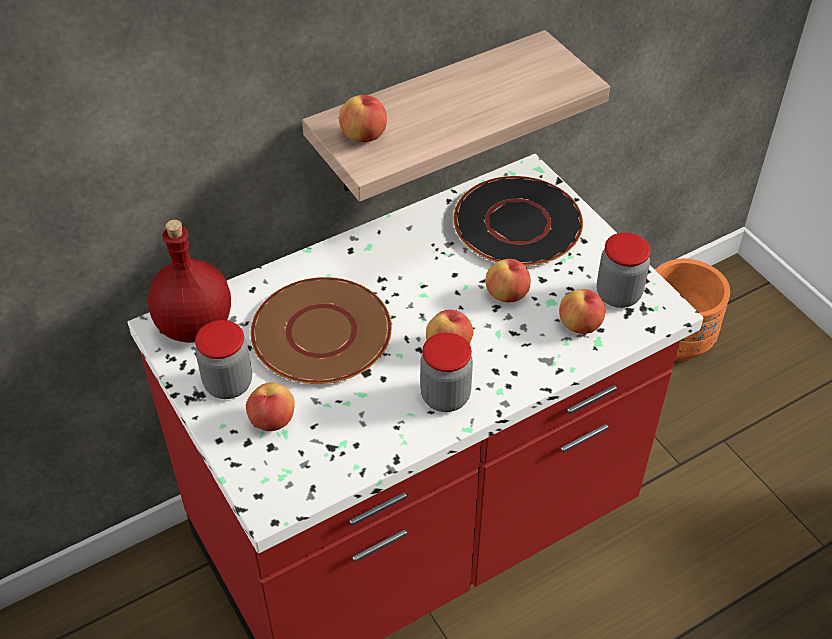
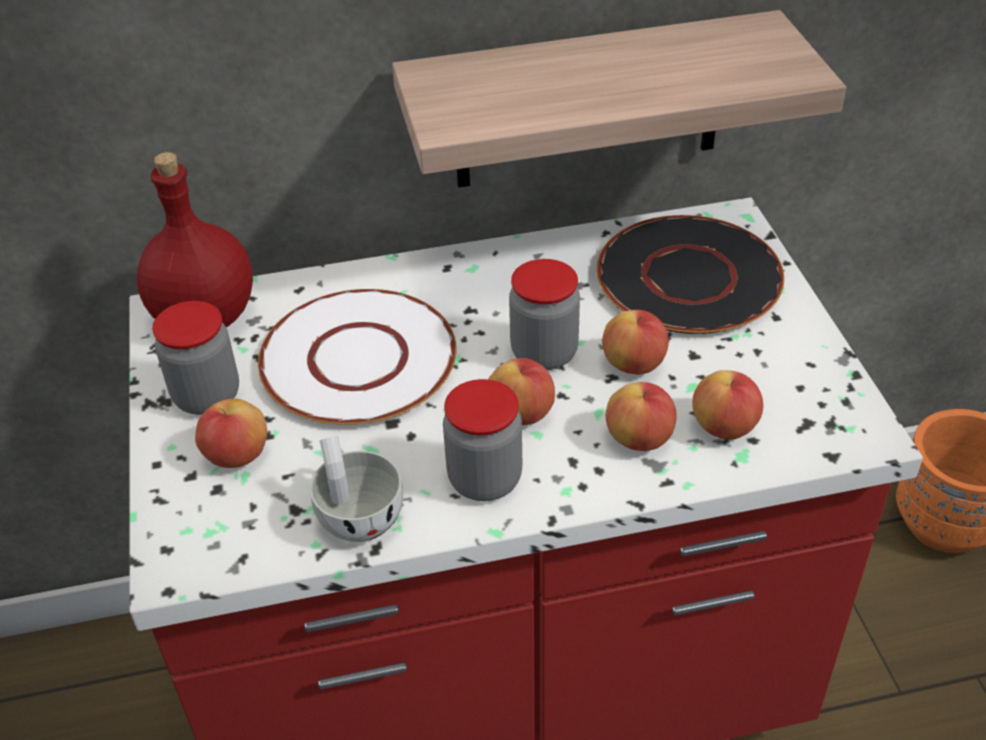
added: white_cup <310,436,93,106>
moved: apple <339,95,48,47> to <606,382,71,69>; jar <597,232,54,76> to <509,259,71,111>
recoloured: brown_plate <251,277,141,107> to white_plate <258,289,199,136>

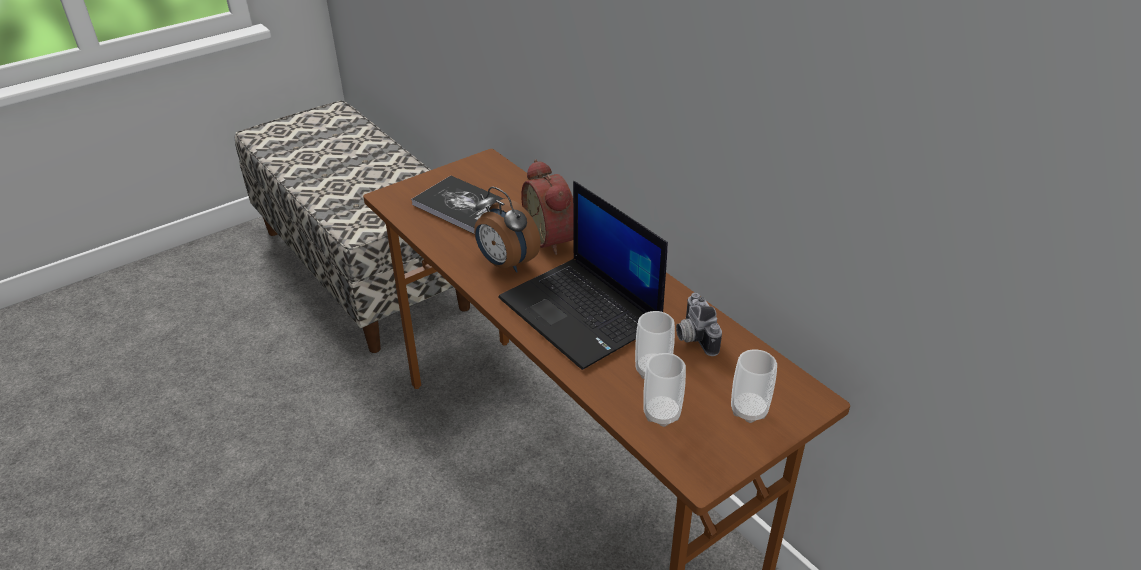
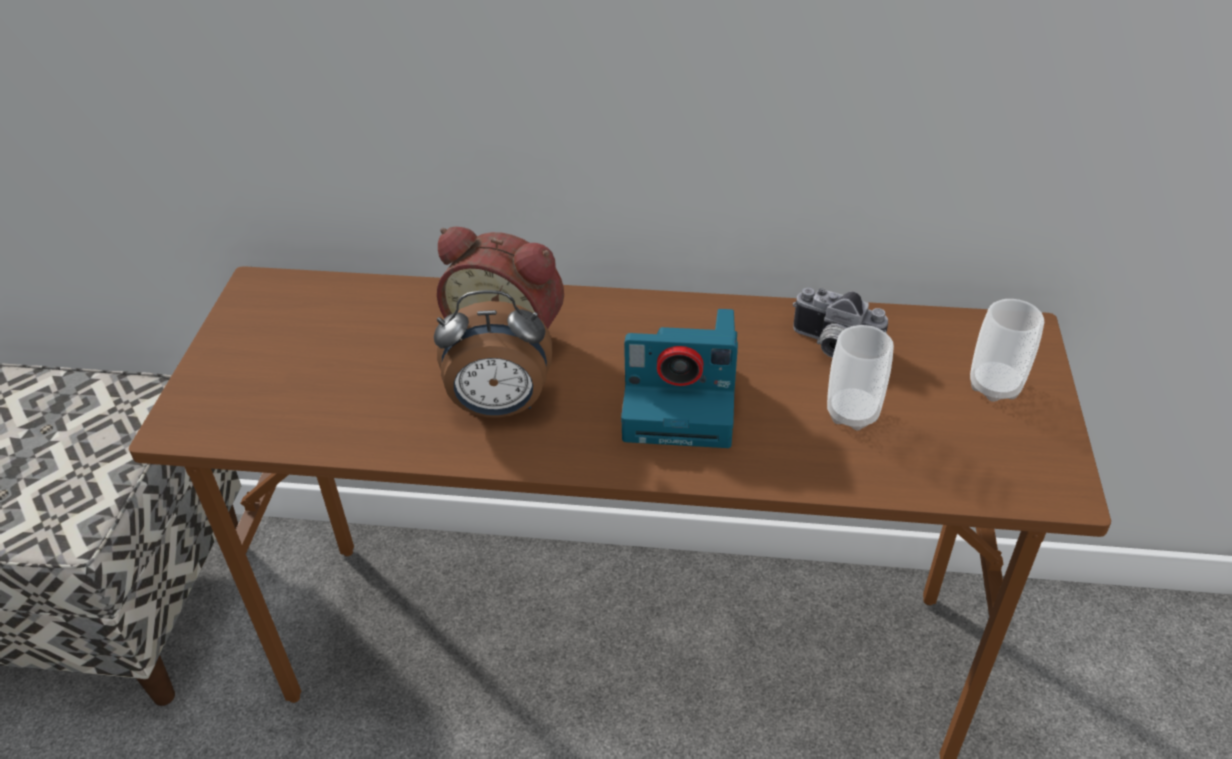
removed: book <411,176,93,58>; cup <643,353,43,74>
replaced: laptop <499,181,169,189> to photo_camera <621,309,117,139>

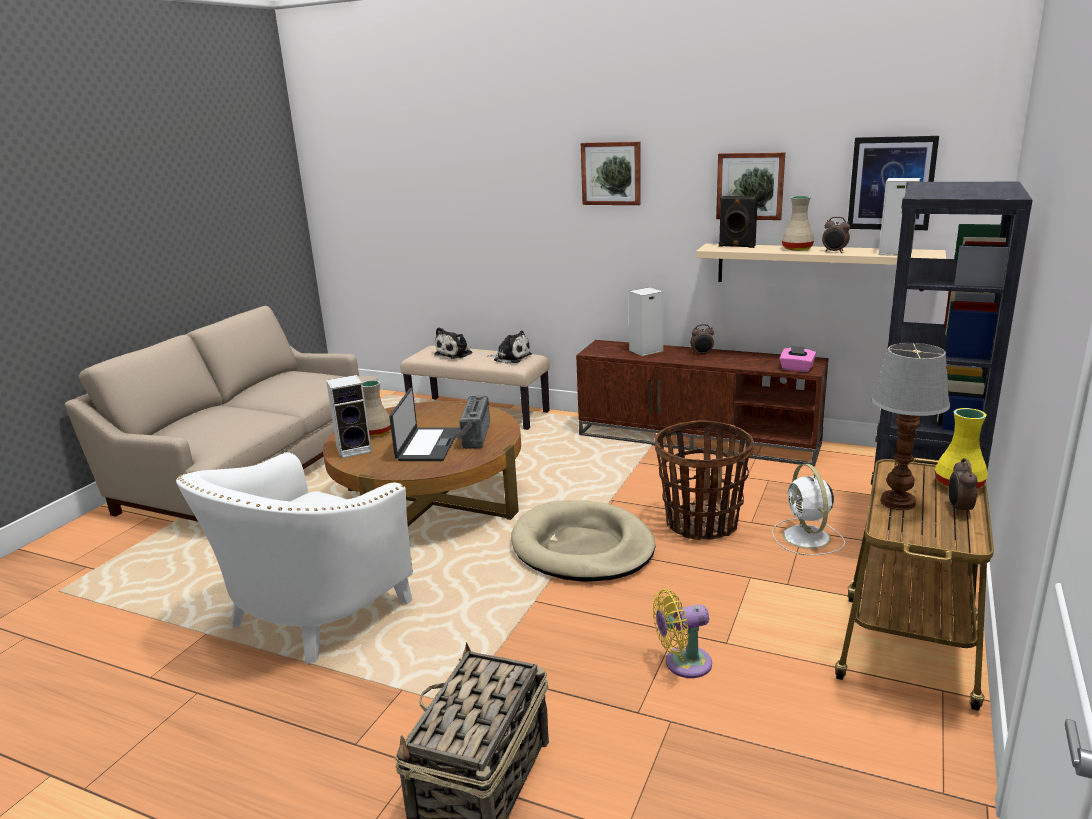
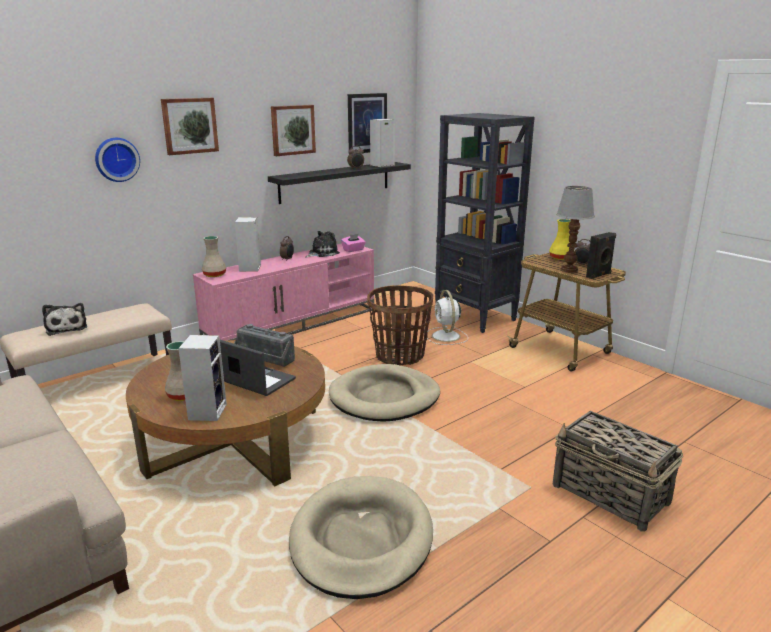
removed: yellow_fan <653,589,59,89>
added: wall_clock <95,138,45,44>
moved: black_speaker <719,196,39,52> to <586,232,30,47>; beige_vase <782,196,32,55> to <202,236,24,41>; plush_toy <487,331,45,33> to <305,231,35,27>
replaced: white_armchair <176,452,237,211> to beige_dog_bed <289,476,144,123>
recoloured: beige_shelf <696,244,250,47> to black_shelf <268,162,143,42>; brown_tv_stand <576,340,253,126> to pink_tv_stand <193,243,181,98>
turned: white_fan <772,464,73,91> = <427,290,41,55> 60 degrees clockwise

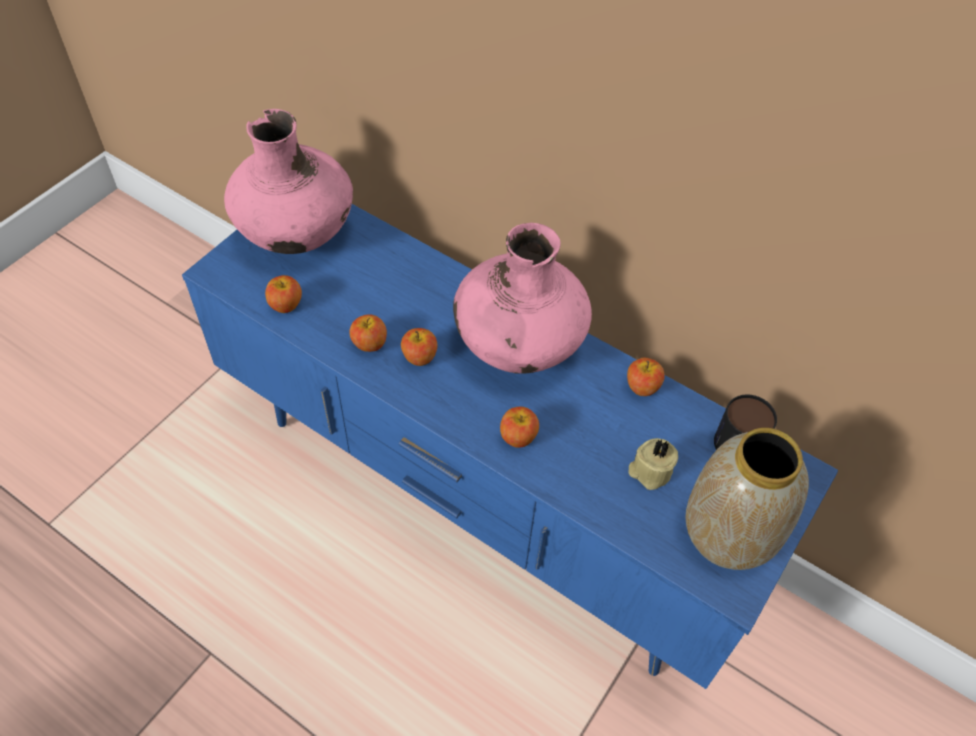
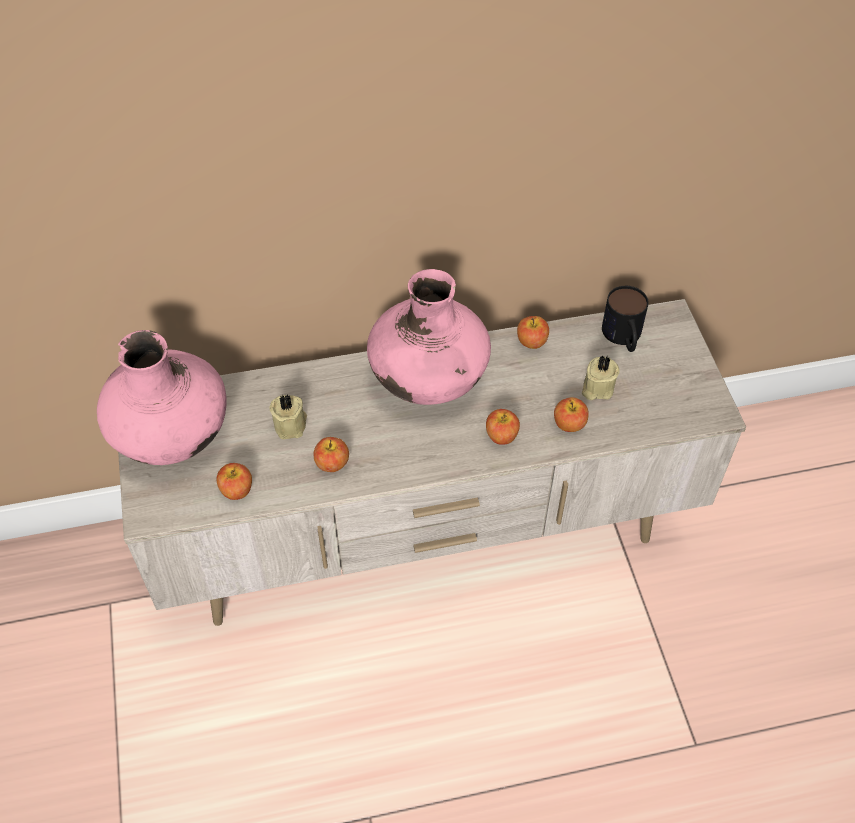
removed: vase <686,428,123,142>
added: beige_candle <269,394,38,46>
moved: apple <401,328,36,38> to <554,397,35,35>
recoloured: blue_tv_stand <182,204,656,485> to beige_tv_stand <118,299,628,327>

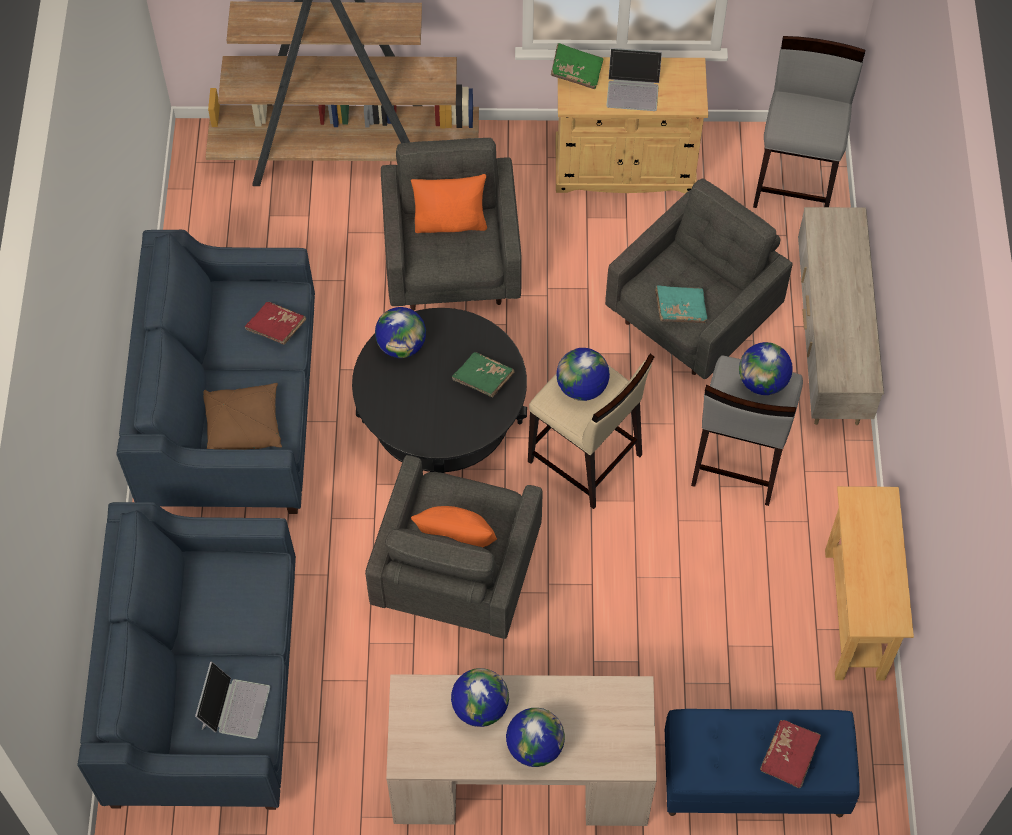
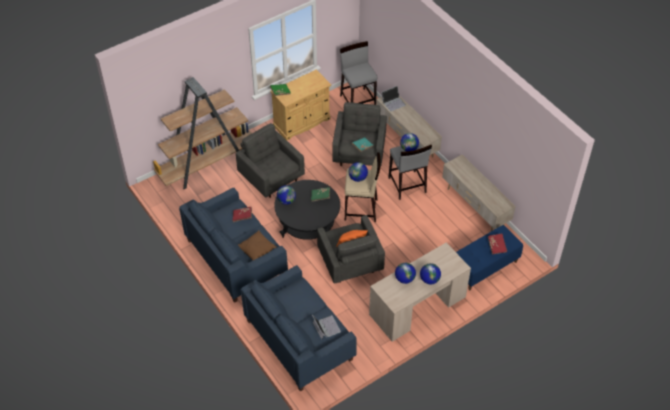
removed: orange_pillow <411,174,76,59>
moved: laptop <606,48,56,63> to <381,86,25,26>
replaced: beige_console_table <825,486,89,195> to beige_tv_stand <442,155,74,76>

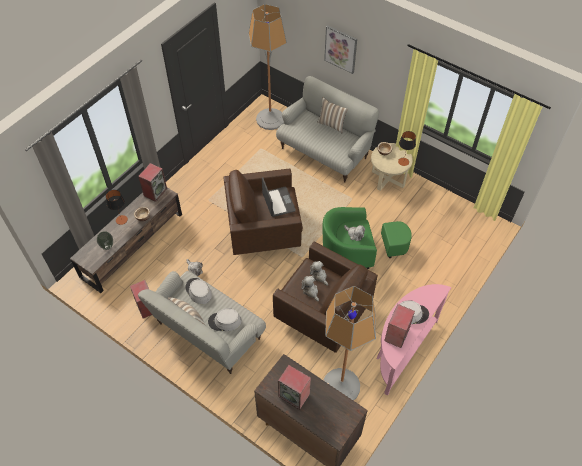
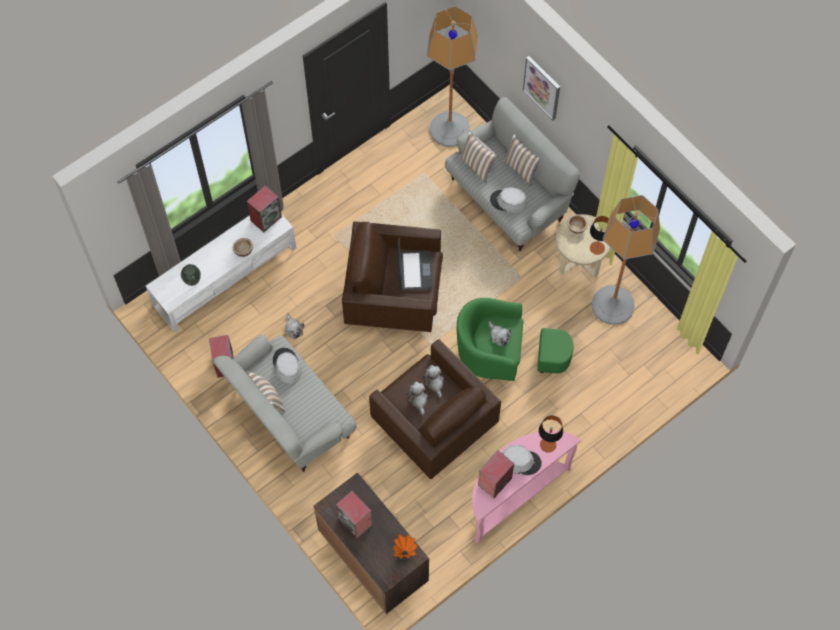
added: pillow <459,131,39,52>; orange_vase <393,535,24,23>
moved: table_lamp <106,190,22,35> to <539,416,24,37>; floor_lamp <323,286,53,115> to <592,195,68,130>; grey_hat <208,308,33,23> to <490,187,37,26>
recoloured: brown_tv_stand <70,188,112,105> to white_tv_stand <146,215,150,118>

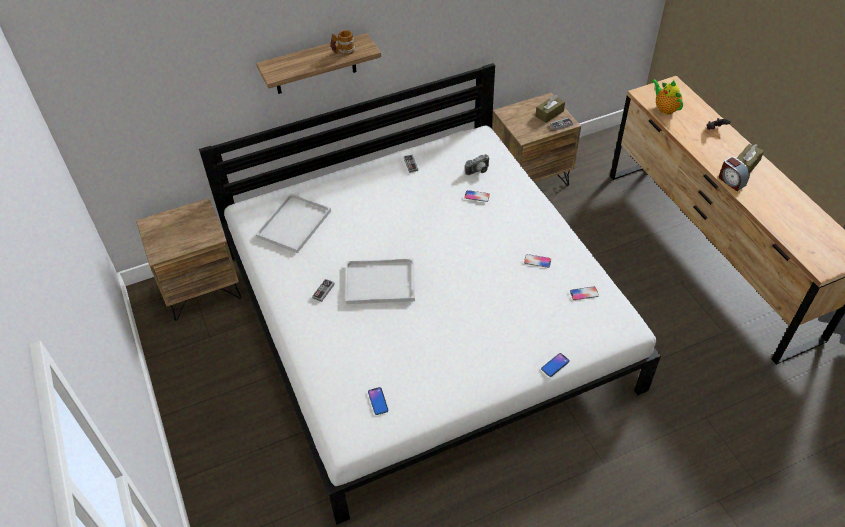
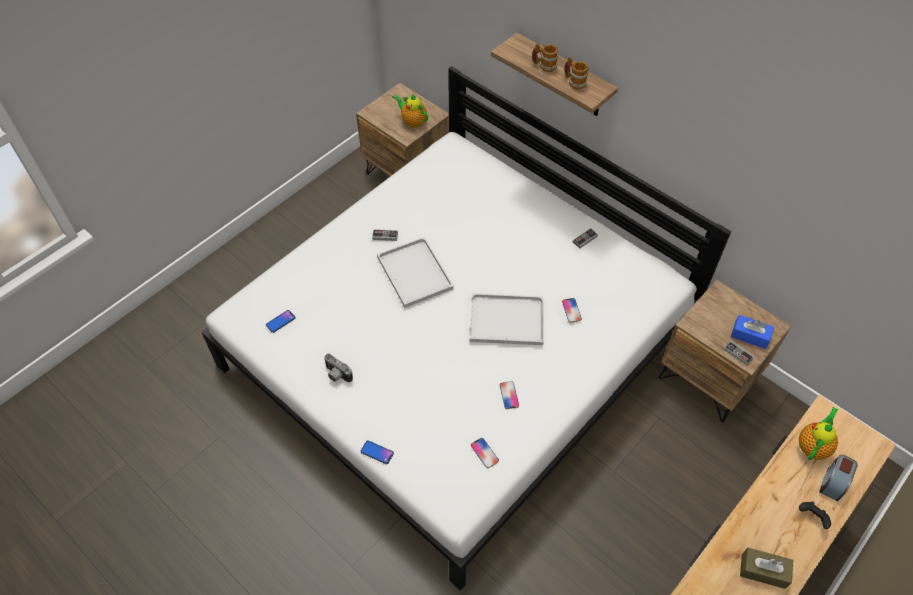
added: mug <532,43,27,29>; teapot <393,94,35,33>
moved: photo_camera <465,154,25,21> to <324,353,29,29>; alarm_clock <719,156,31,35> to <819,455,39,46>; white_tray <256,194,75,59> to <469,293,75,52>
recoloured: brown_tissue_box <535,95,30,28> to blue_tissue_box <731,315,43,34>

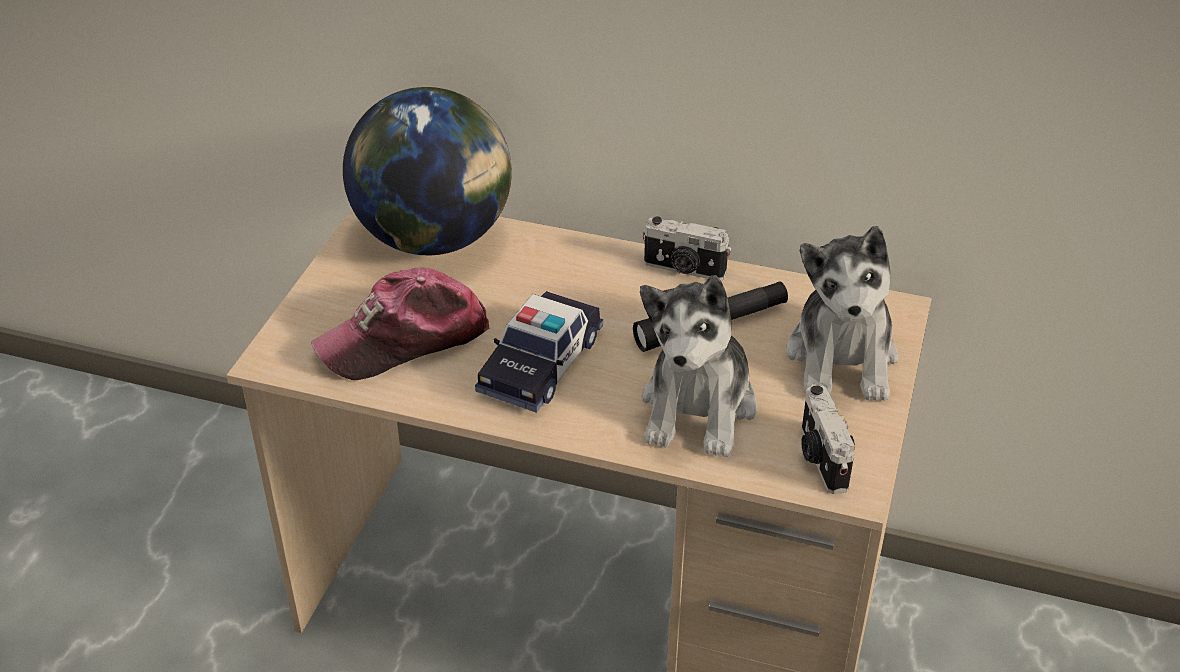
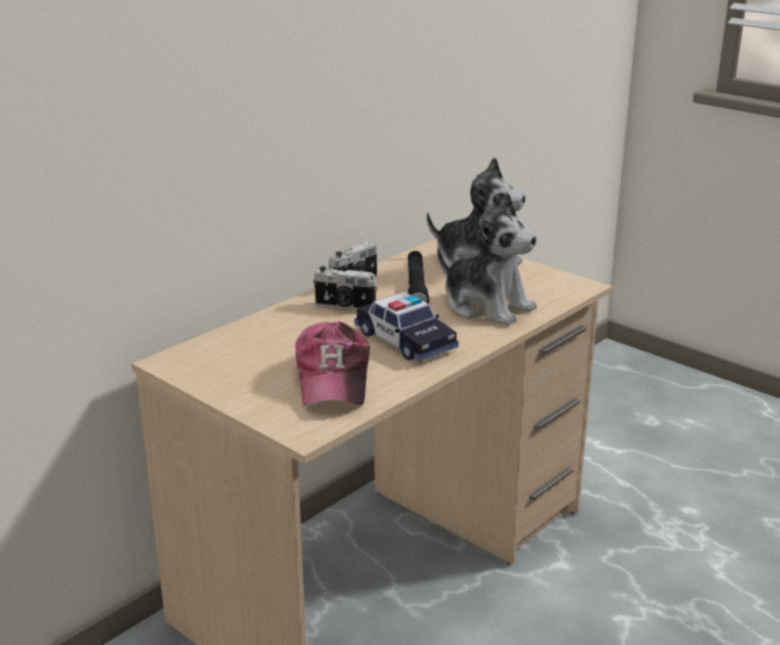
removed: globe <343,87,169,168>
moved: photo_camera <802,385,53,109> to <313,266,64,44>

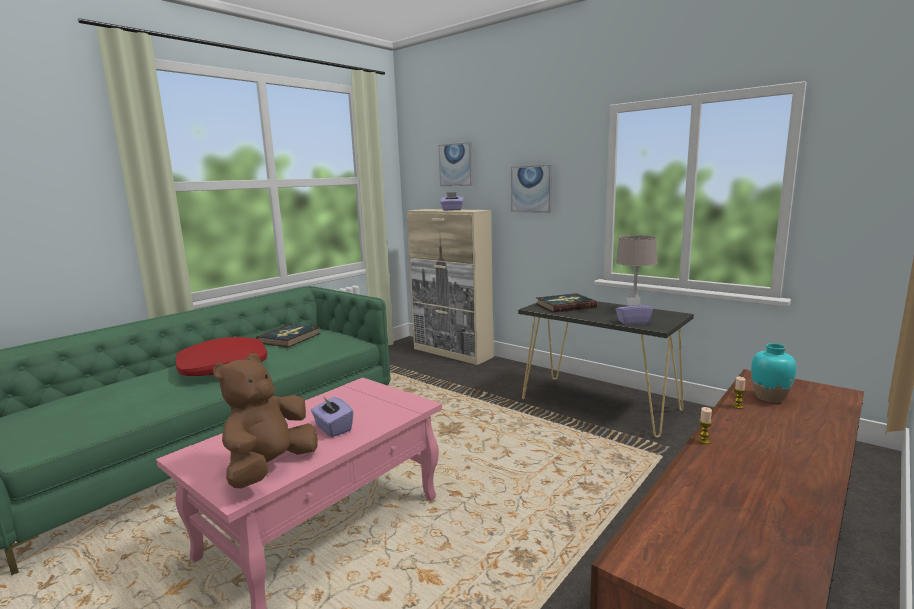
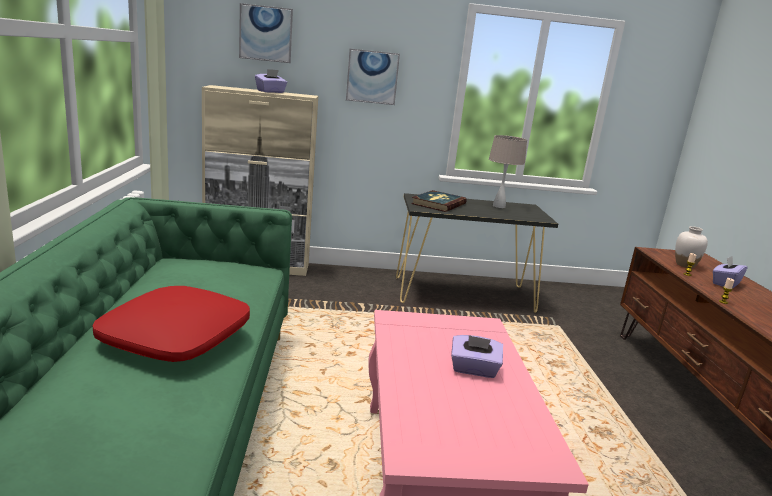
removed: book <256,324,64,23>; brown_plush_toy <213,353,105,135>
moved: purple_tissue_box <615,297,38,28> to <713,256,34,32>
recoloured: turquoise_vase <751,343,46,60> to white_vase <675,226,33,42>

